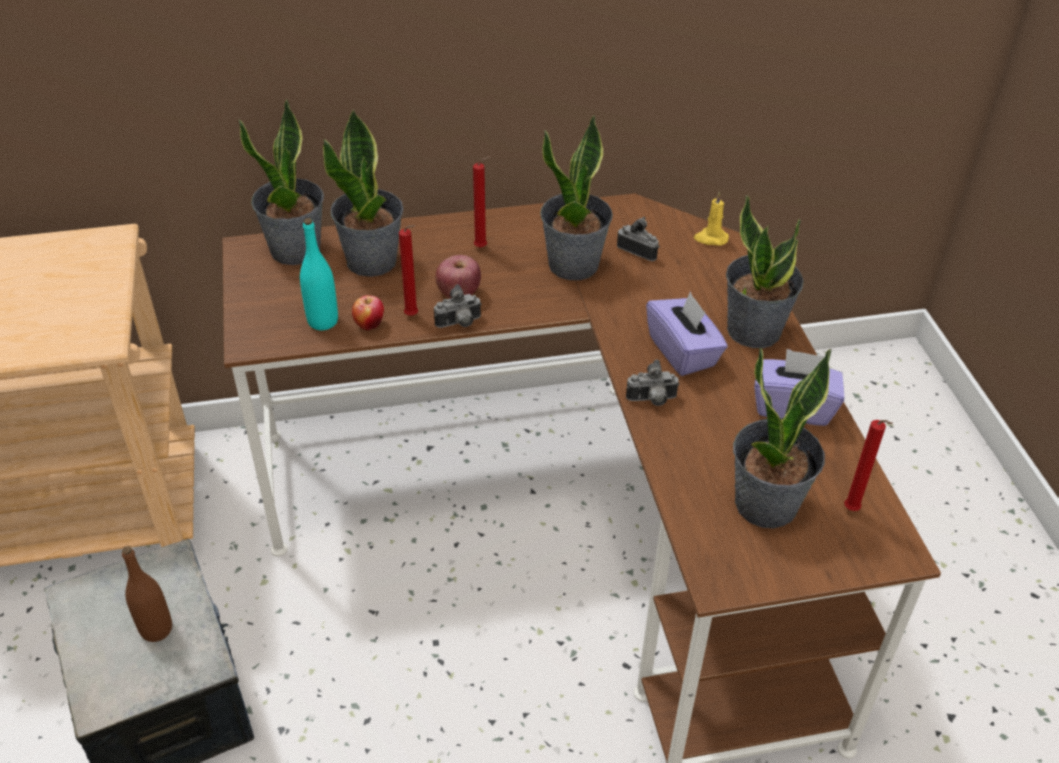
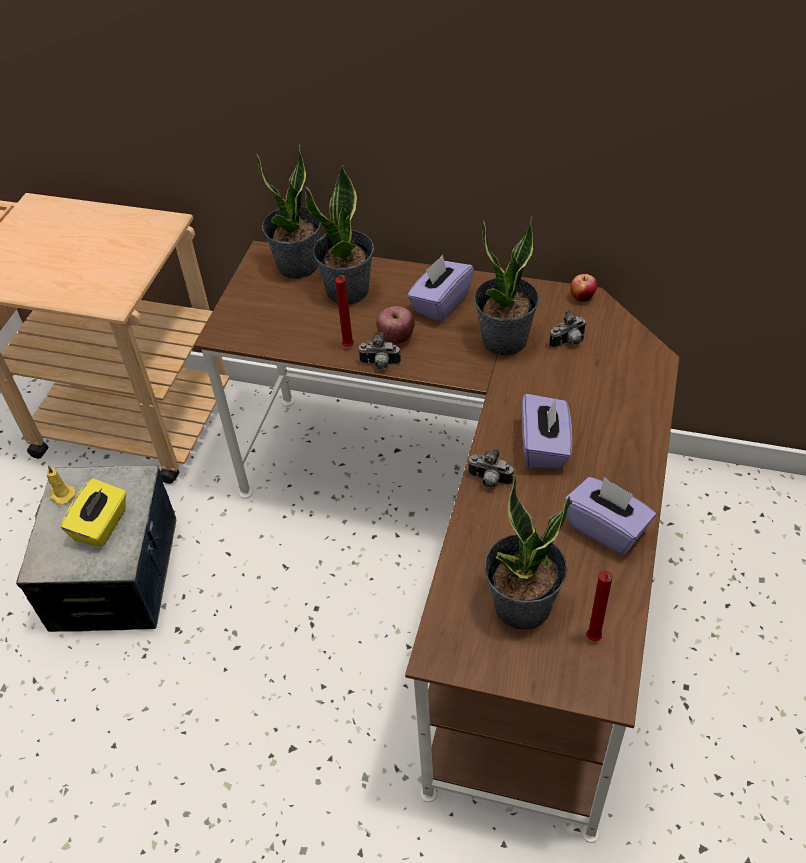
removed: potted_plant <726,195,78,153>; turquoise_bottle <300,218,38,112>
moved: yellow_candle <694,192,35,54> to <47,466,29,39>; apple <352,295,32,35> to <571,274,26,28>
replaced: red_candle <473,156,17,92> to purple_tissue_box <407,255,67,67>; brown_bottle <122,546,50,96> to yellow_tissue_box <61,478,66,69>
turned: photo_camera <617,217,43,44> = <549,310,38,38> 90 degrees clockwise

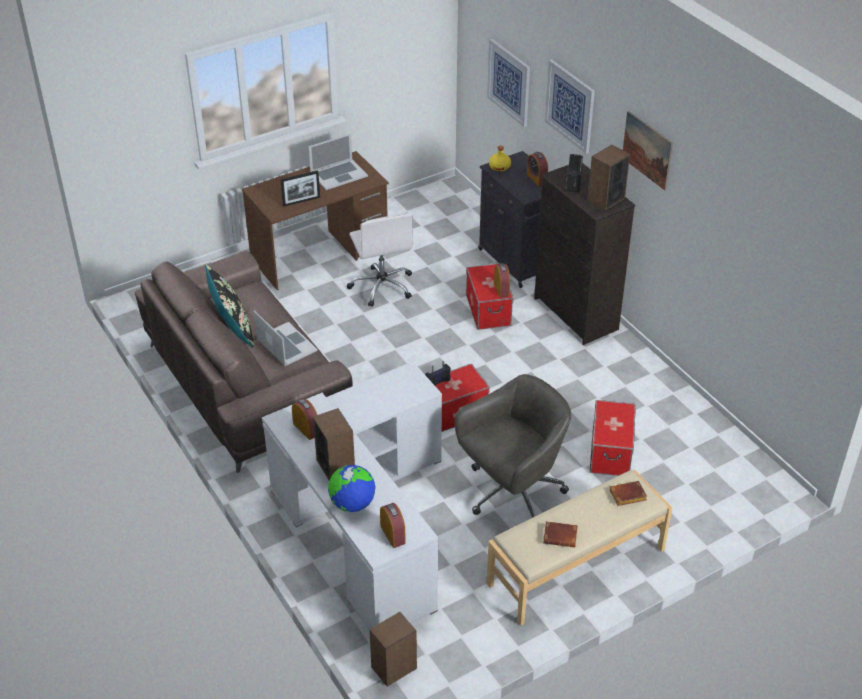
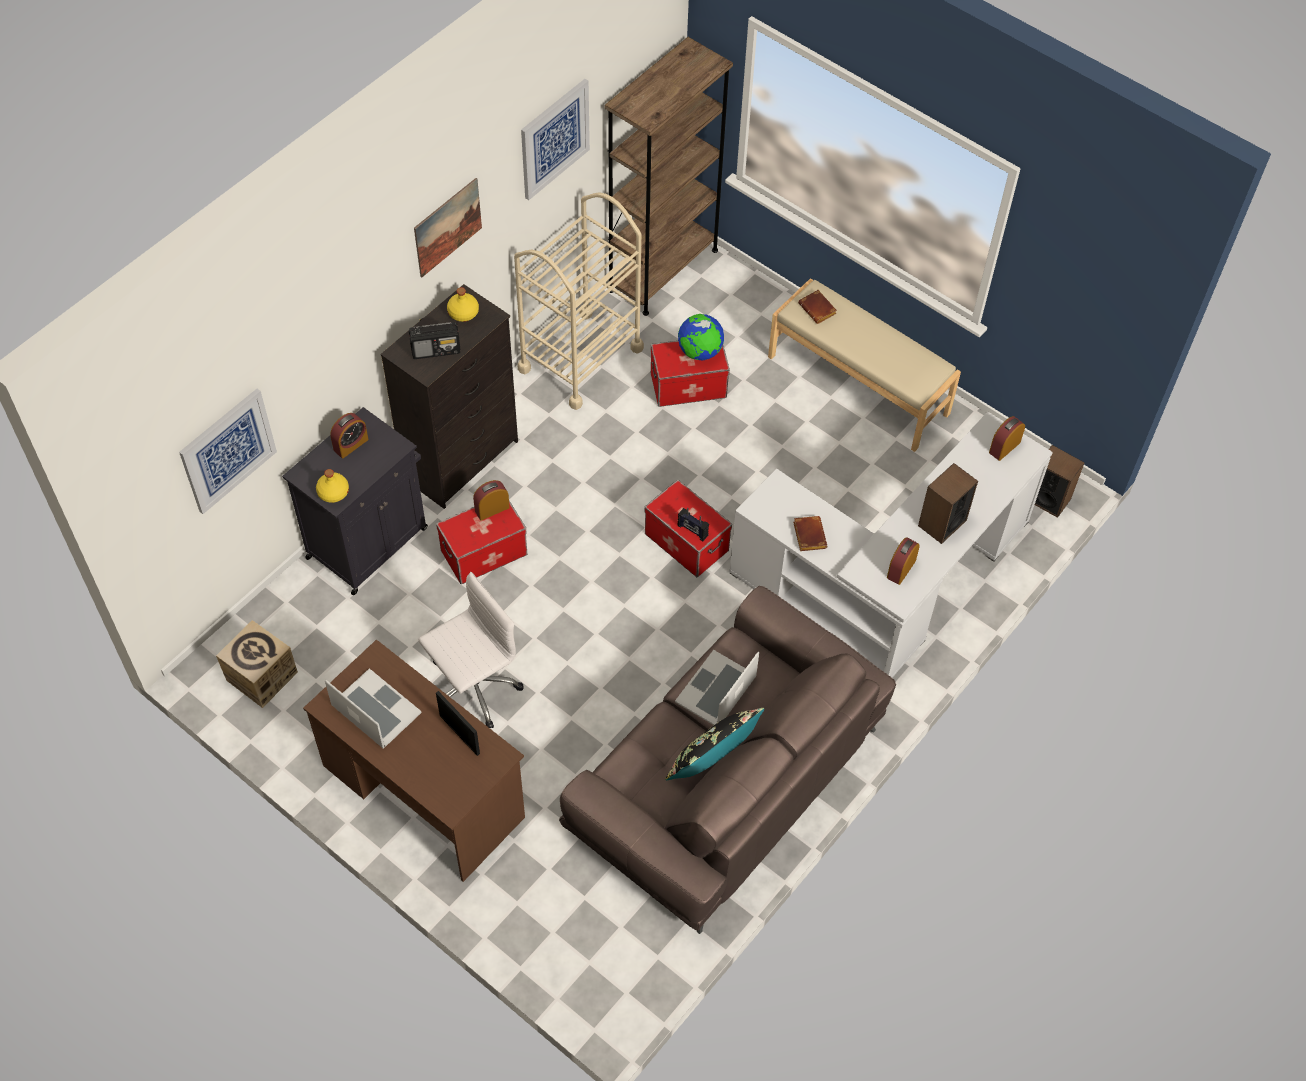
removed: grey_office_chair <455,374,116,144>
added: brown_bookcase <605,37,128,279>; beige_cart <514,192,130,218>; cardboard_box <216,620,82,88>
moved: picture <545,59,50,95> to <521,79,69,121>; globe <328,465,47,47> to <678,314,46,46>; brown_book <543,521,35,26> to <793,516,35,35>
replaced: speaker <587,145,43,66> to yellow_bottle <447,287,32,35>

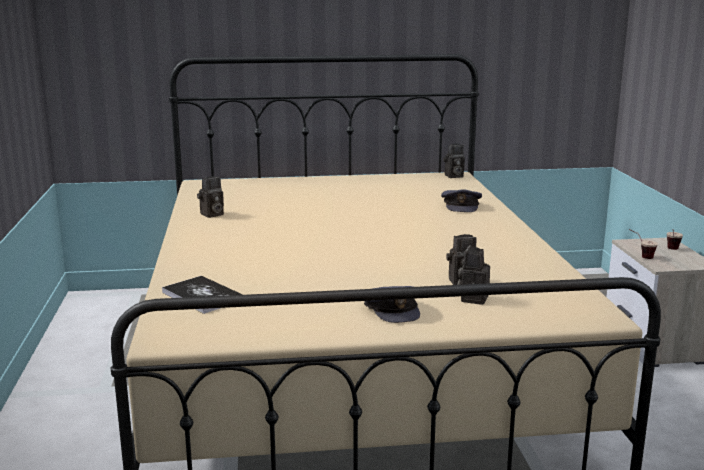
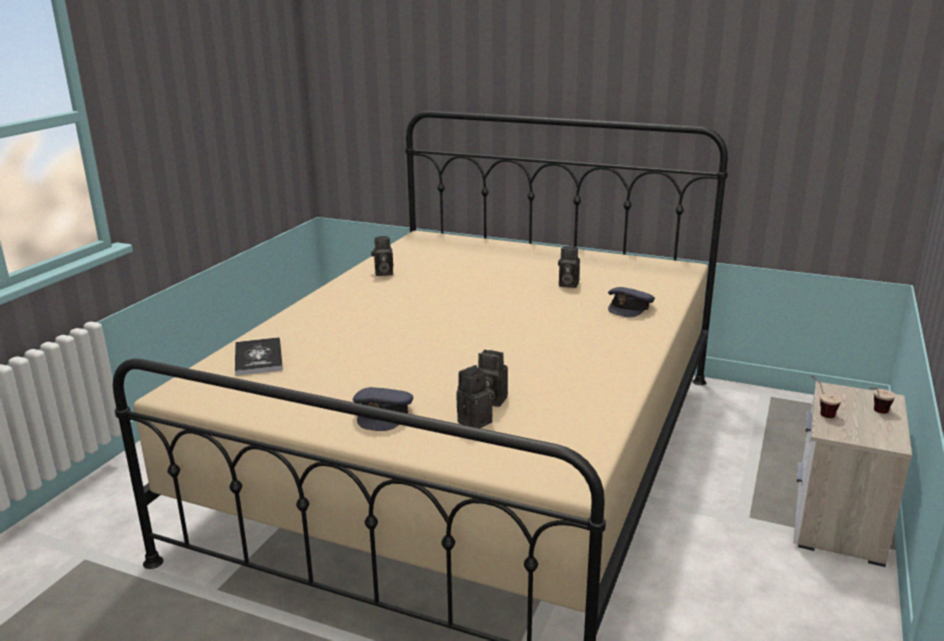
moved: photo_camera <443,143,22,35> to <558,246,22,42>

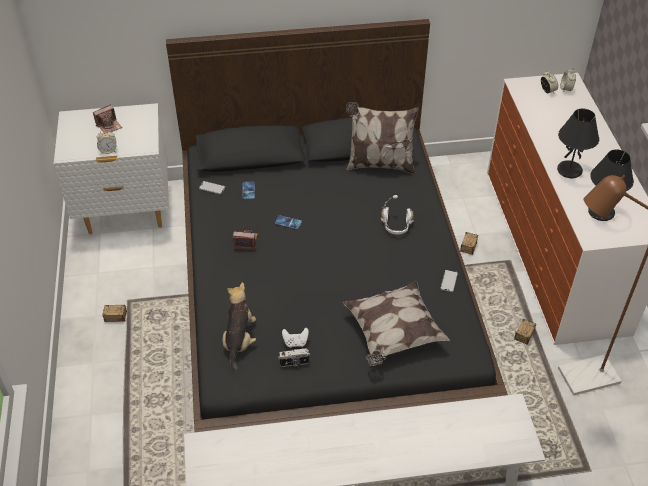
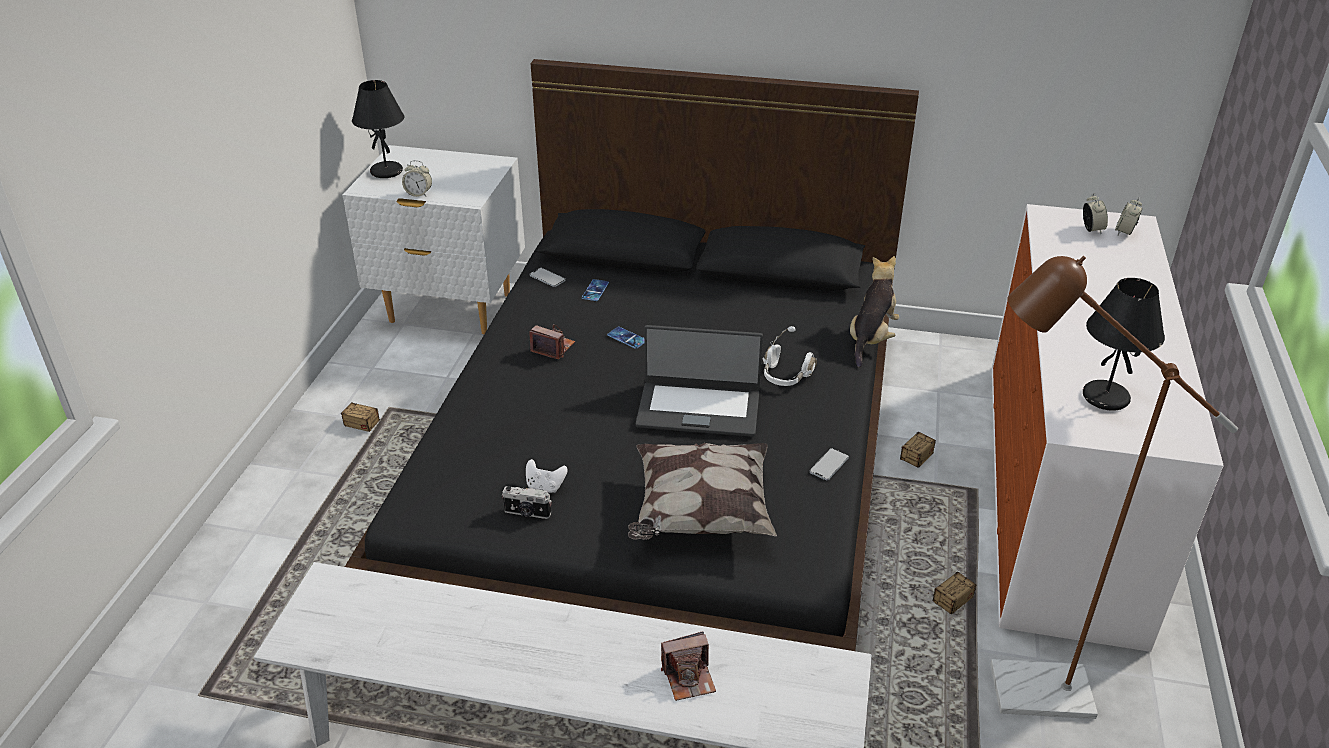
removed: pillow <346,102,73,72>
added: laptop <636,325,127,112>
moved: photo_camera <93,105,29,28> to <661,631,55,70>; black_table_lamp <557,109,42,69> to <352,80,53,98>; plush_toy <223,282,33,91> to <850,256,49,112>

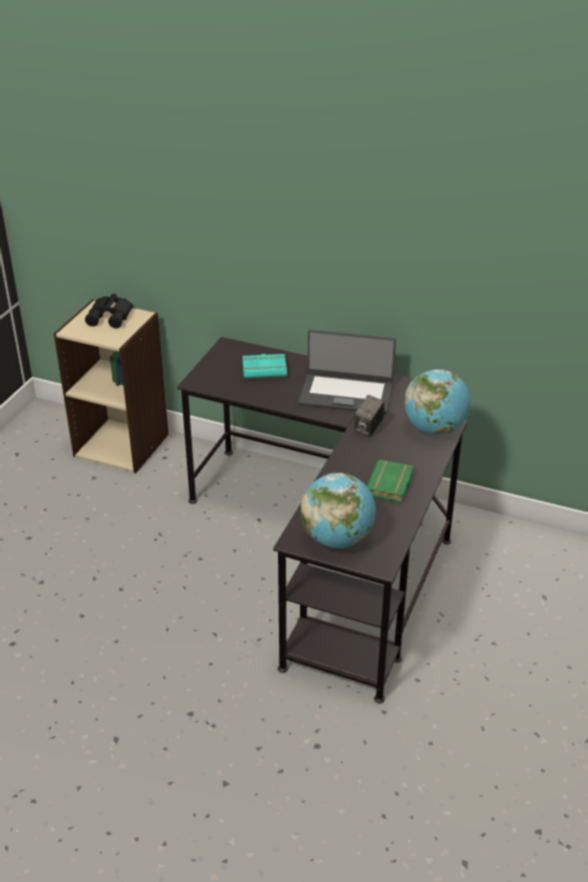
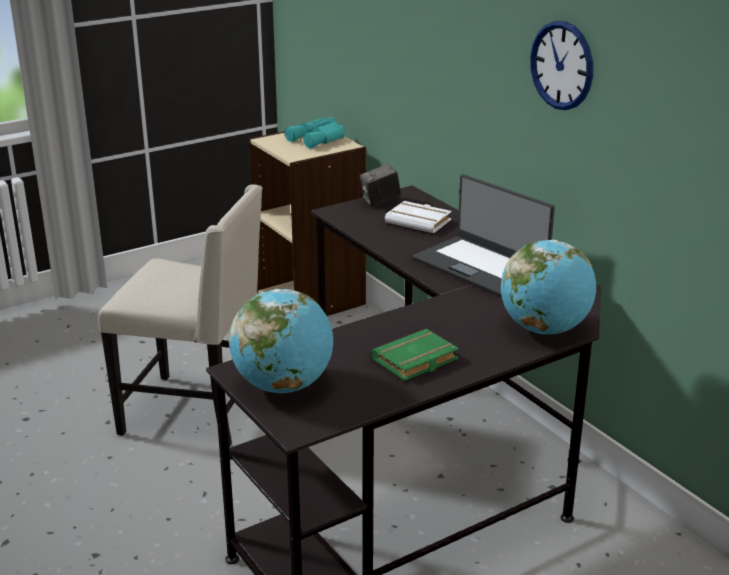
added: wall_clock <530,21,63,89>; beige_chair <98,184,165,263>
moved: photo_camera <354,395,30,42> to <360,164,41,43>
recoloured: black_binoculars <85,294,48,35> to turquoise_binoculars <285,117,60,32>; turquoise_book <243,354,44,25> to white_book <385,201,67,32>

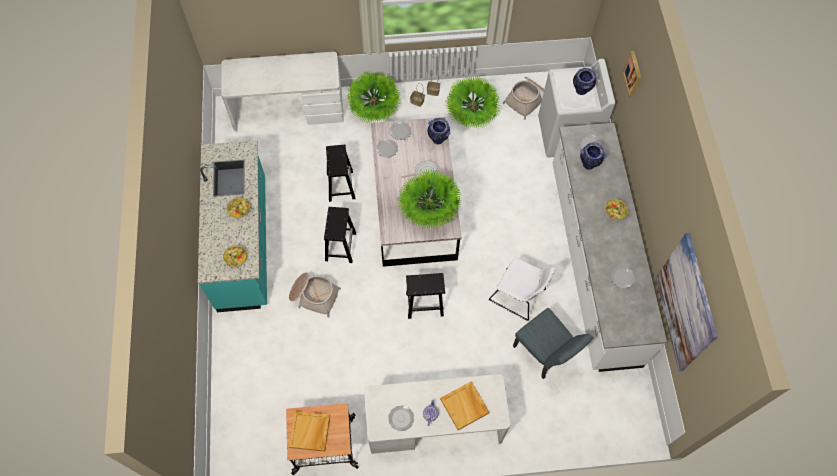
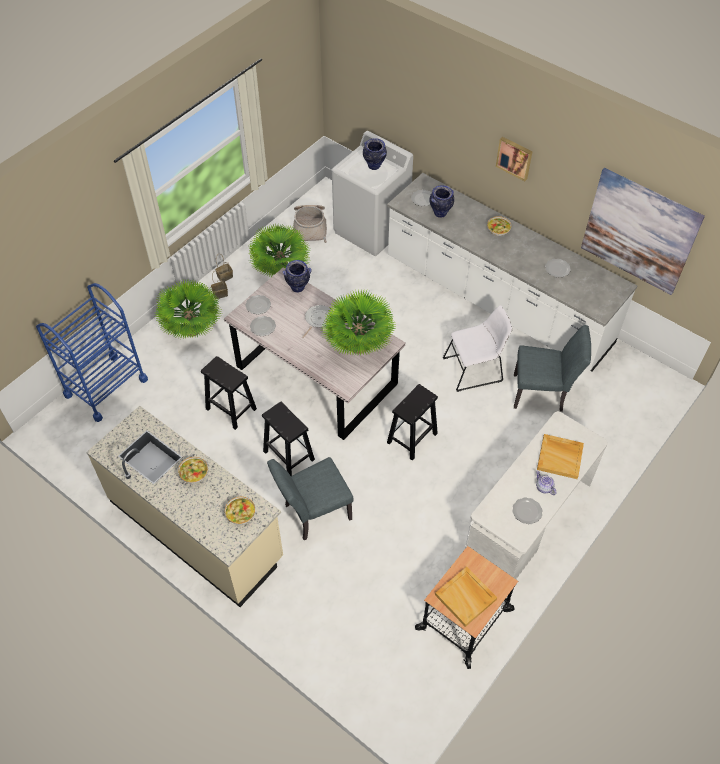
moved: picture <623,51,19,47> to <496,137,37,44>
replaced: white_desk <221,52,123,80> to blue_cart <36,283,112,139>; basket <289,273,52,45> to grey_chair <267,457,87,84>
recoloured: turquoise_counter <198,140,69,172> to beige_counter <86,406,197,201>

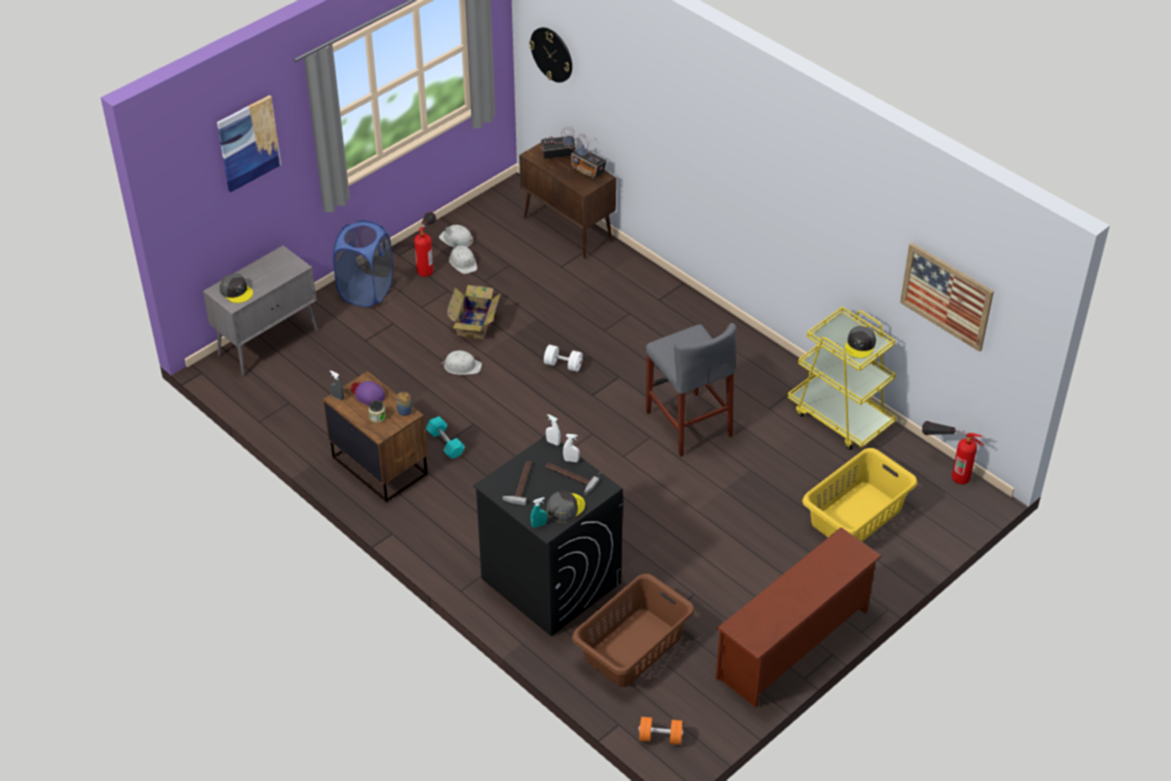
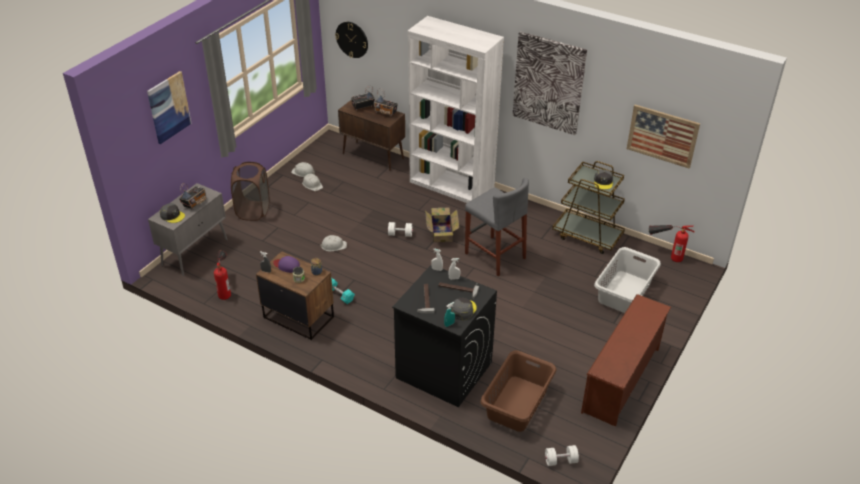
added: white_bookcase <407,16,97,187>; picture <513,32,74,103>; radio <179,183,28,27>
moved: fire_extinguisher <414,212,22,65> to <214,250,17,50>; cardboard_box <447,285,54,54> to <425,207,34,35>
recoloured: blue_laundry_basket <333,220,60,87> to brown_laundry_basket <231,162,38,59>; yellow_cart <787,307,109,143> to brown_cart <552,161,73,93>; yellow_laundry_basket <802,448,115,93> to grey_laundry_basket <594,247,67,66>; orange_dumbbell <638,717,45,28> to white_dumbbell <545,445,34,21>

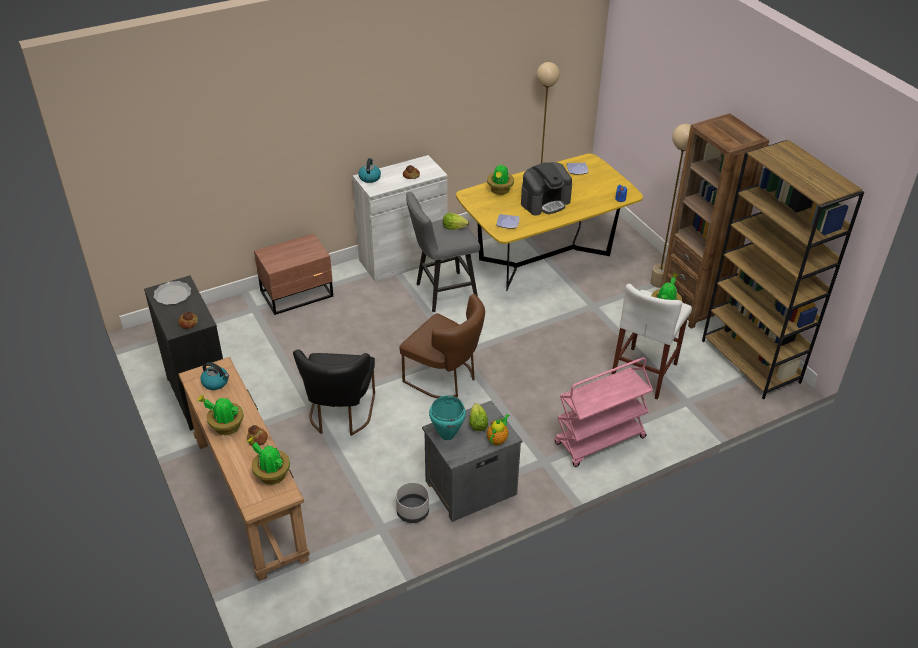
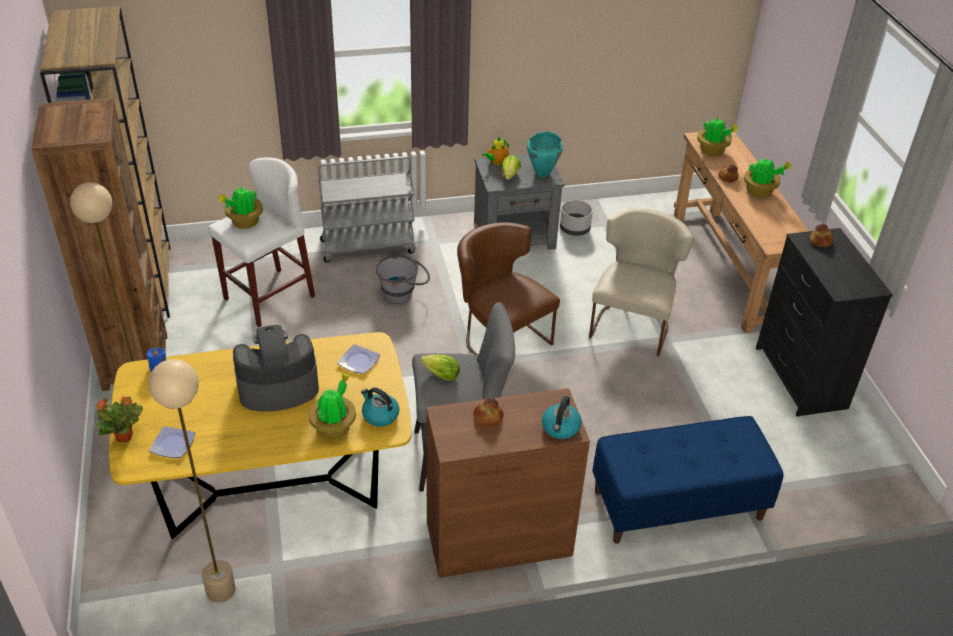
removed: plate <153,281,38,24>
added: grey_bucket <376,252,54,52>; potted_plant <94,396,49,46>
moved: kettle <200,362,29,28> to <361,387,38,40>
replaced: brown_nightstand <254,233,79,82> to blue_bench <592,416,192,128>
recoloured: white_cabinet <353,155,94,127> to brown_cabinet <426,388,164,190>; black_chair <293,349,82,87> to beige_chair <589,208,105,148>; pink_cart <554,357,99,110> to grey_cart <318,156,98,107>

